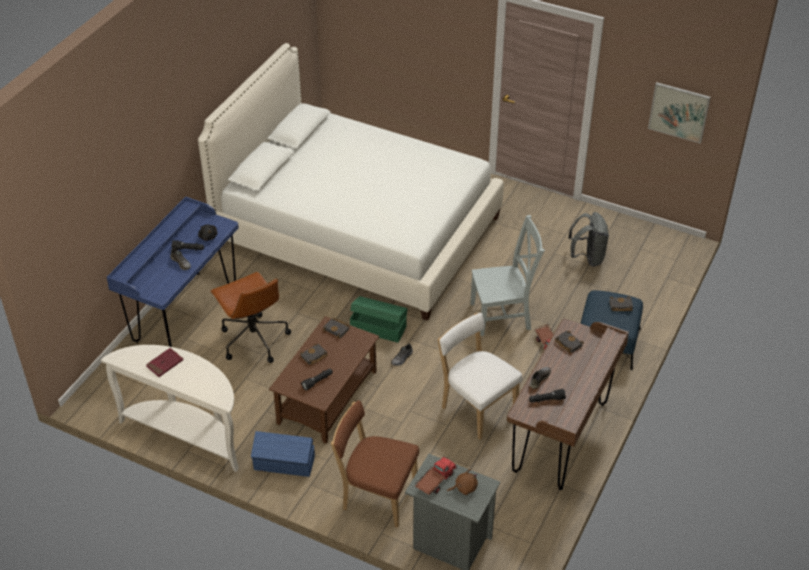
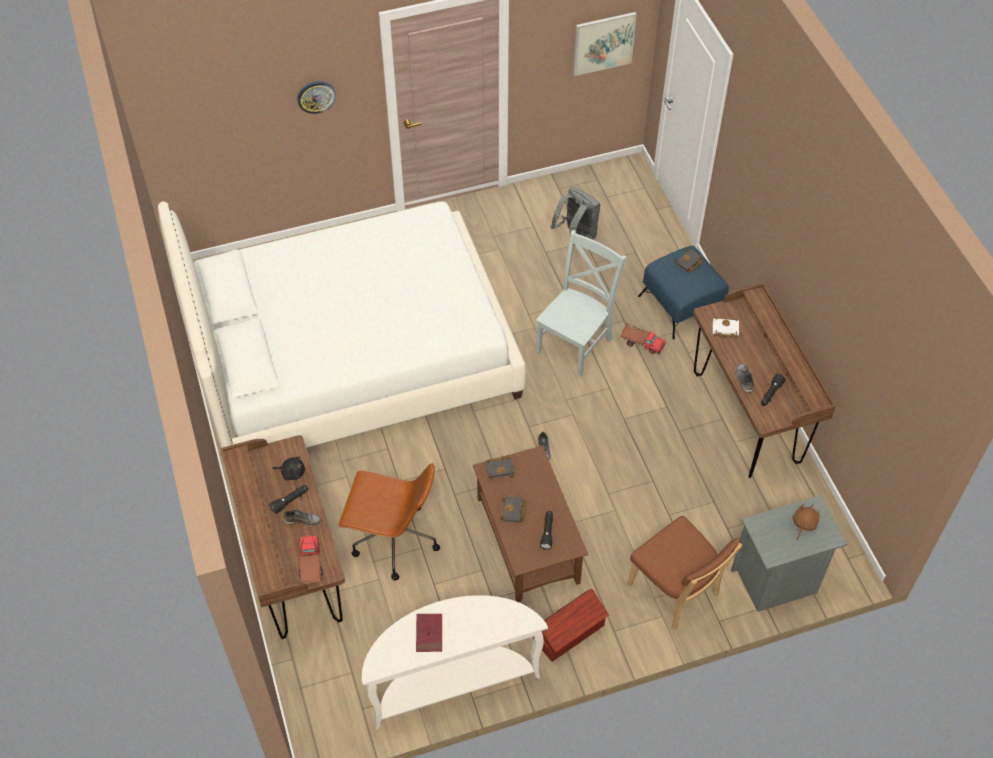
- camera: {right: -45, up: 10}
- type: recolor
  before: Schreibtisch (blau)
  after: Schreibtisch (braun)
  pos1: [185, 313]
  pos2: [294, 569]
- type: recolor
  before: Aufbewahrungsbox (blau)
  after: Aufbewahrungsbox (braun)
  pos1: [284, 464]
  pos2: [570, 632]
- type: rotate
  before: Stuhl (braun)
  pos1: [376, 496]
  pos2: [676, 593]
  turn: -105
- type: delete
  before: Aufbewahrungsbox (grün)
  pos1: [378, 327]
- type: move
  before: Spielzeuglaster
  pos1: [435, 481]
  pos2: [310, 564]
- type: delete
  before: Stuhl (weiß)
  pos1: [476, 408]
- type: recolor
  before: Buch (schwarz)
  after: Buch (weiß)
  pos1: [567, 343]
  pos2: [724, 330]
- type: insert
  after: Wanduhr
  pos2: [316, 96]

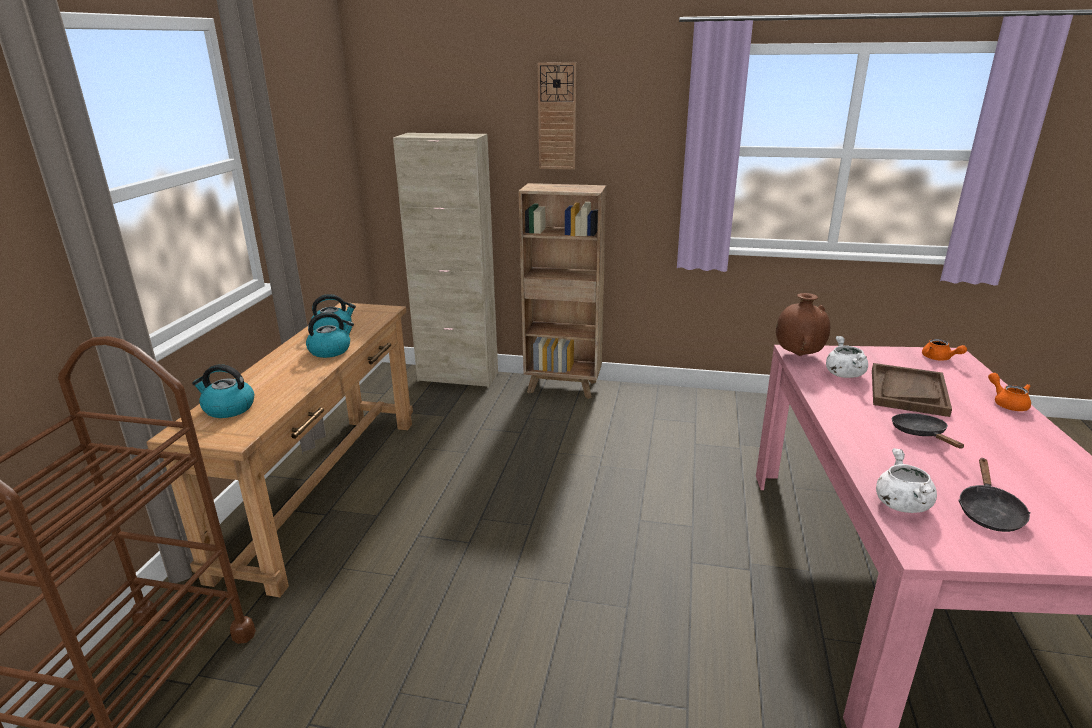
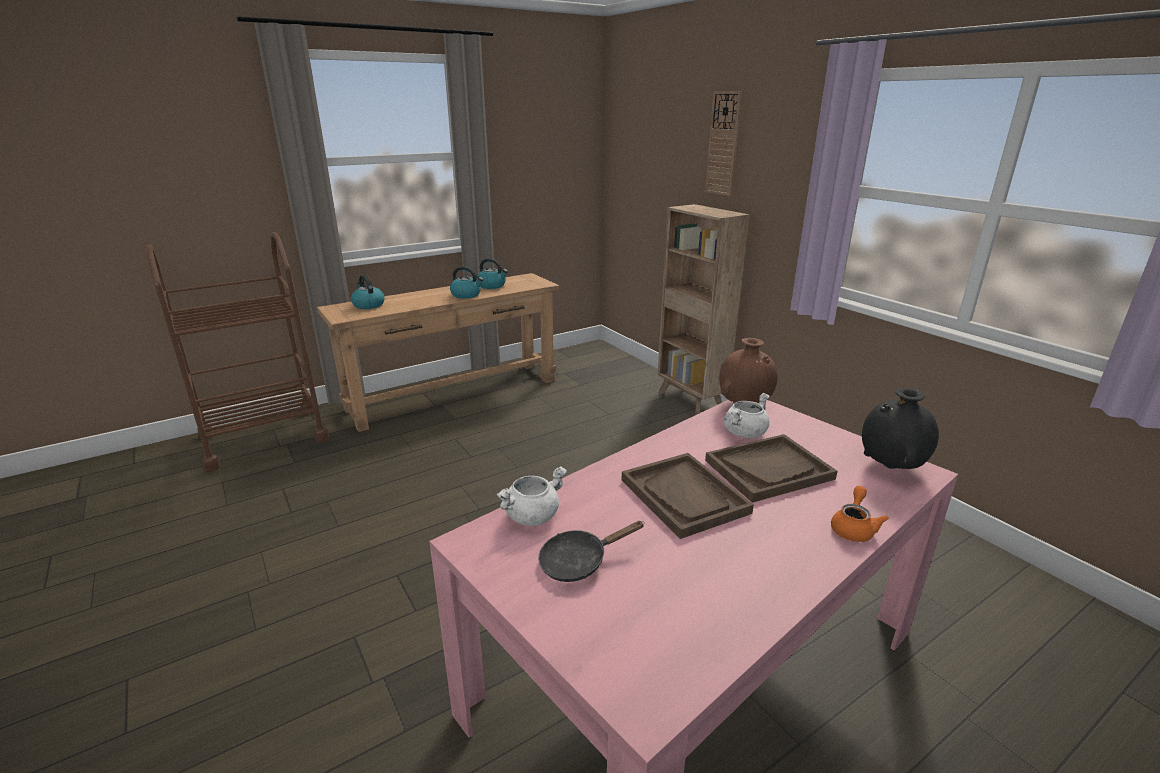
- camera: {right: 45, up: 0}
- type: delete
  before: Schrank (beige)
  pos1: [458, 377]
- type: replace
  before: Pfanne (schwarz)
  after: Tablett (braun)
  pos1: [921, 434]
  pos2: [684, 496]
- type: replace
  before: Teekanne (orange)
  after: Vase (schwarz)
  pos1: [939, 358]
  pos2: [891, 467]

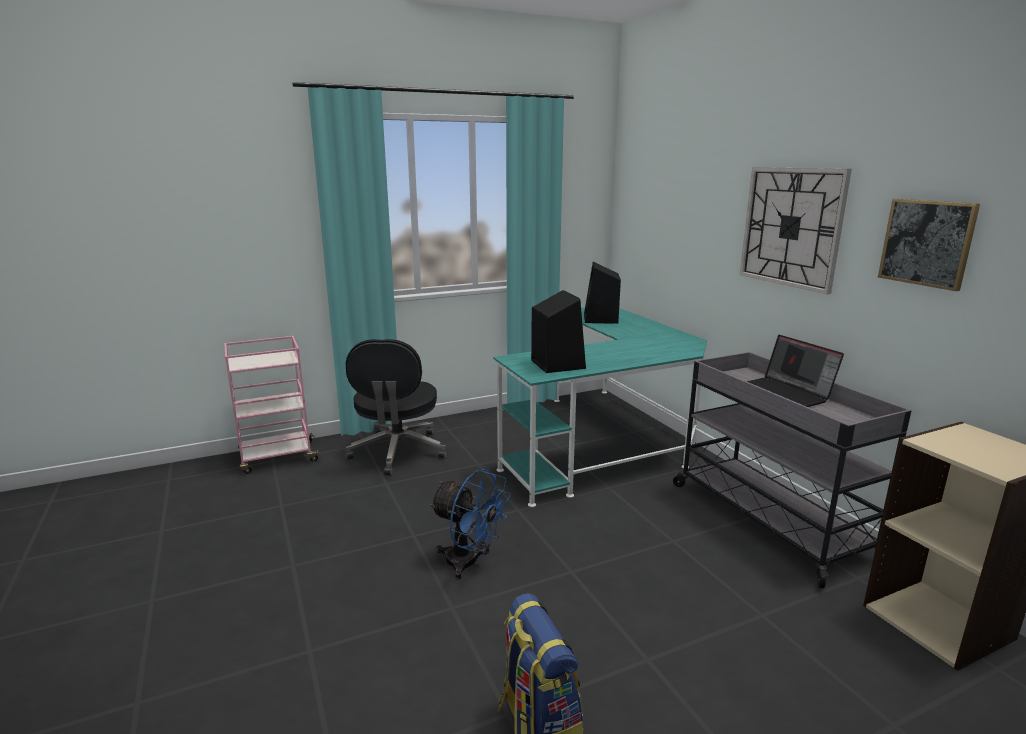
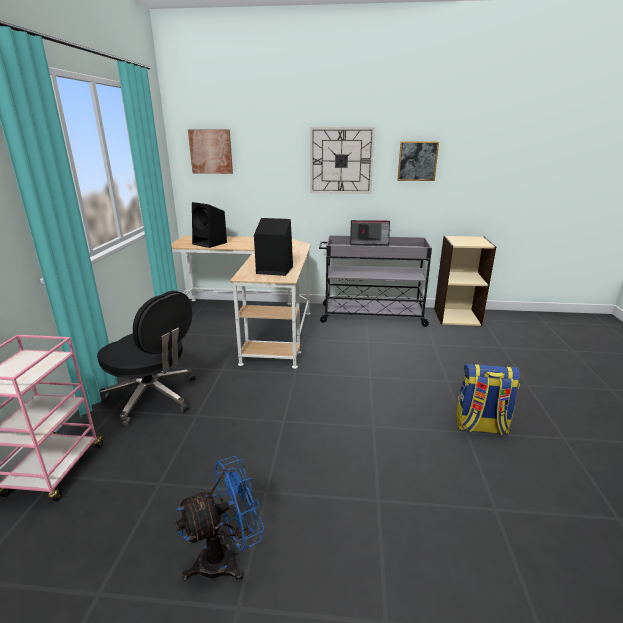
- camera: {right: -60, up: 5}
- type: move
  before: Ventilator (blau)
  pos1: [469, 563]
  pos2: [226, 558]
- type: recolor
  before: Schreibtisch (türkis)
  after: Schreibtisch (beige)
  pos1: [606, 442]
  pos2: [255, 322]
- type: insert
  after: Bild
  pos2: [211, 151]

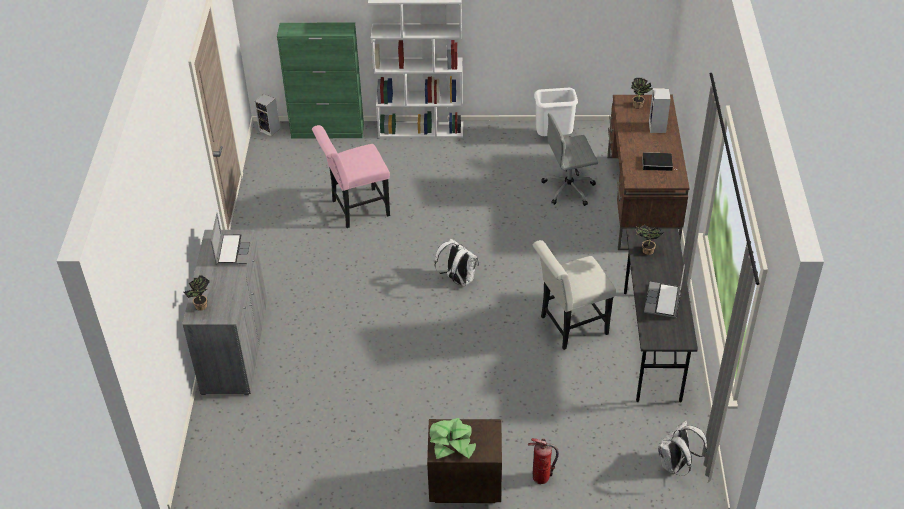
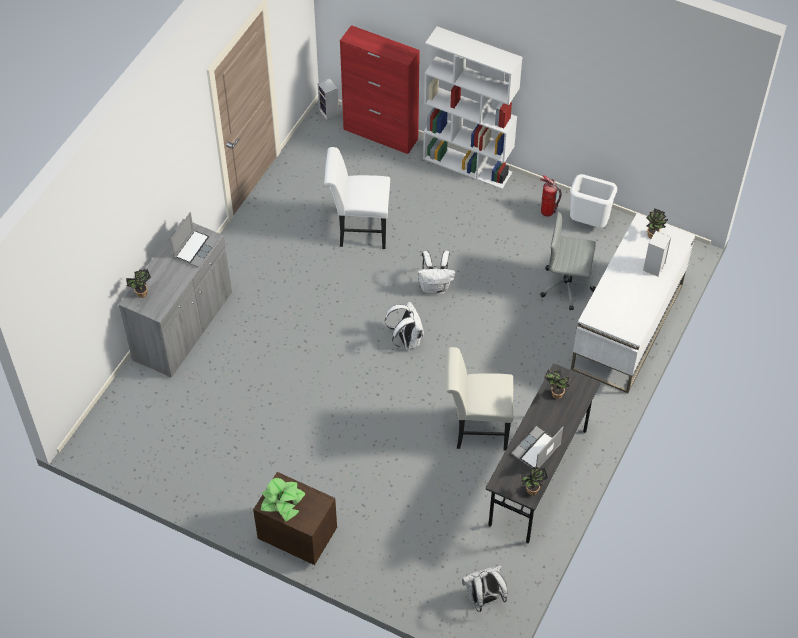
- camera: {right: 25, up: 10}
- type: recolor
  before: Schrank (grün)
  after: Schrank (rot)
  pos1: [328, 131]
  pos2: [381, 134]
- type: recolor
  before: Stuhl (rosa)
  after: Stuhl (weiß)
  pos1: [356, 209]
  pos2: [359, 230]
- type: move
  before: Feuerlöscher
  pos1: [541, 477]
  pos2: [547, 211]
- type: recolor
  before: Schreibtisch (braun)
  after: Schreibtisch (weiß)
  pos1: [641, 202]
  pos2: [627, 328]
- type: delete
  before: Buch
  pos1: [658, 163]
- type: insert
  after: Rucksack (weiß)
  pos2: [435, 287]
- type: insert
  after: Topfpflanze
  pos2: [532, 492]

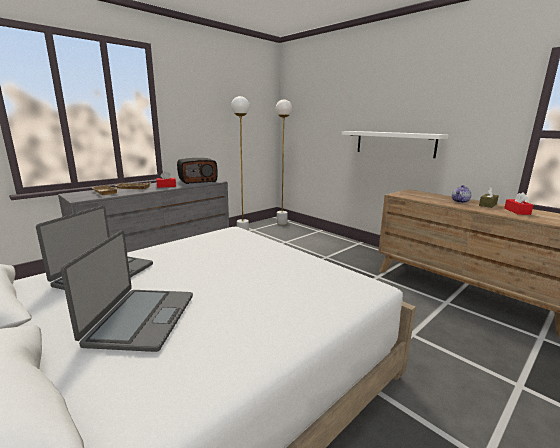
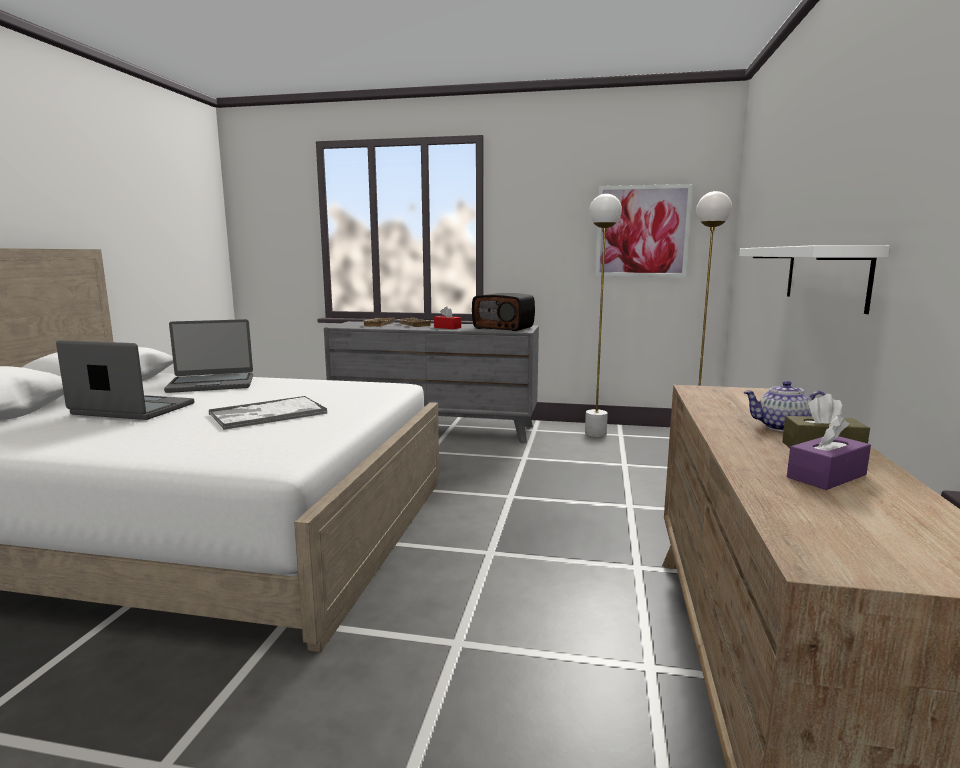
- camera: {right: 55, up: -5}
- type: rotate
  before: Laptop
  pos1: [140, 319]
  pos2: [132, 409]
  turn: -135
- type: recolor
  before: Taschentuchbox (rot)
  after: Taschentuchbox (lila)
  pos1: [517, 211]
  pos2: [826, 476]
- type: insert
  after: Tablett
  pos2: [267, 414]
- type: insert
  after: Bild
  pos2: [642, 231]

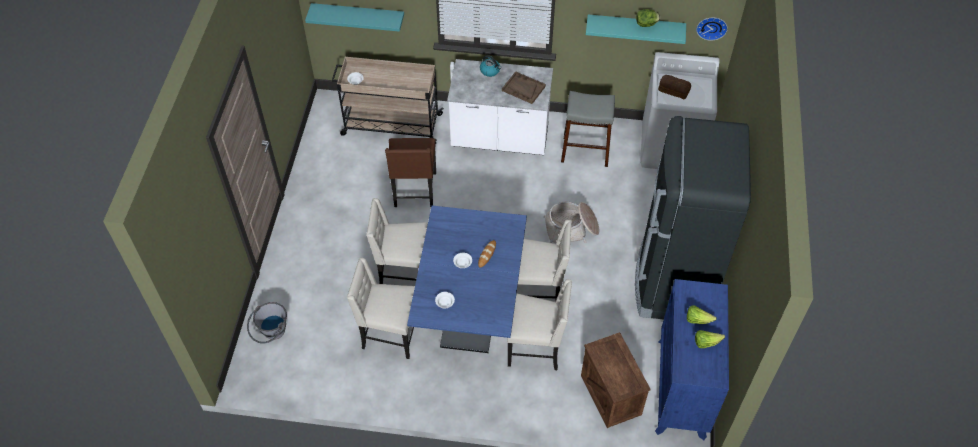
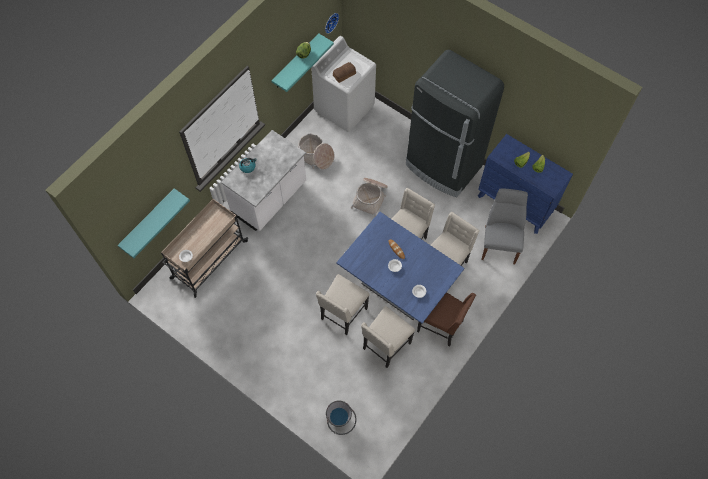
- camera: {right: -60, up: 10}
- type: move
  before: Stuhl (braun)
  pos1: [414, 191]
  pos2: [441, 326]
- type: delete
  before: Tablett (braun)
  pos1: [523, 88]
- type: replace
  before: Hocker (grau)
  after: Korb
  pos1: [585, 151]
  pos2: [315, 156]
- type: replace
  before: Kiste
  after: Stuhl (grau)
  pos1: [611, 395]
  pos2: [499, 242]

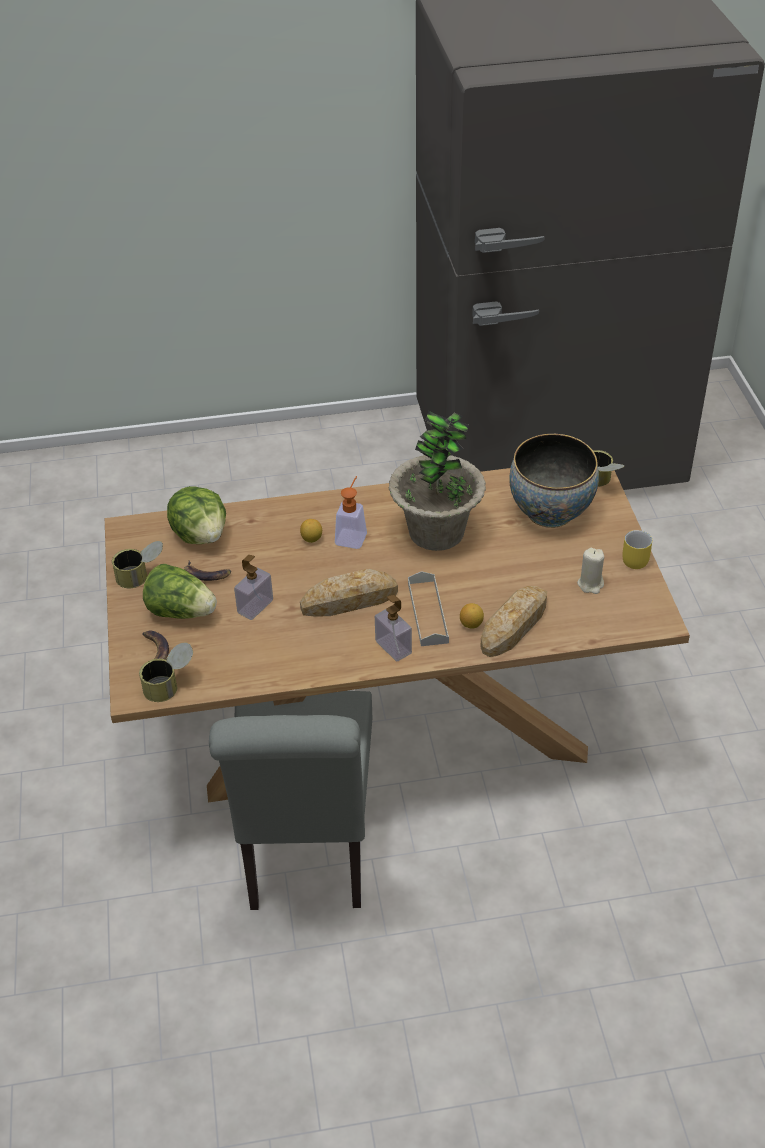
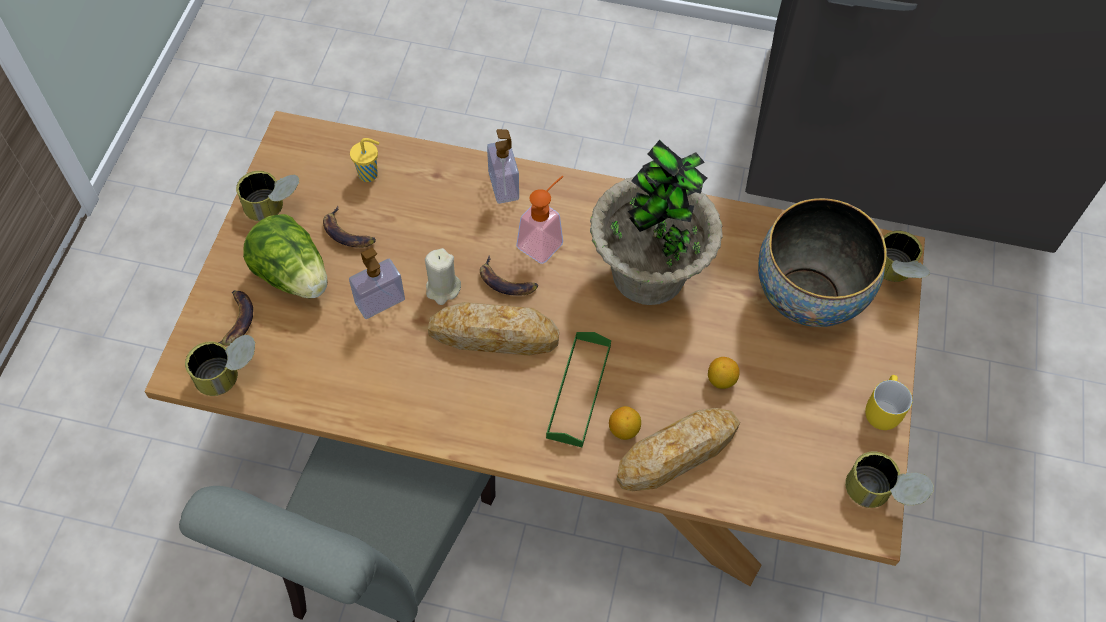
- camera: {right: 20, up: 15}
- type: replace
  before: Salatkopf
  after: Tasse (gelb)
  pos1: [201, 535]
  pos2: [369, 174]
- type: move
  before: Zitrone
  pos1: [311, 539]
  pos2: [721, 380]
- type: move
  before: Seifenspender
  pos1: [393, 647]
  pos2: [503, 186]
- type: recolor
  before: Tablett (grau)
  after: Tablett (grün)
  pos1: [427, 612]
  pos2: [579, 391]
- type: move
  before: Kerze (beige)
  pos1: [590, 584]
  pos2: [442, 289]
- type: insert
  after: Banane
  pos2: [506, 281]
- type: insert
  after: Dose
  pos2: [880, 494]

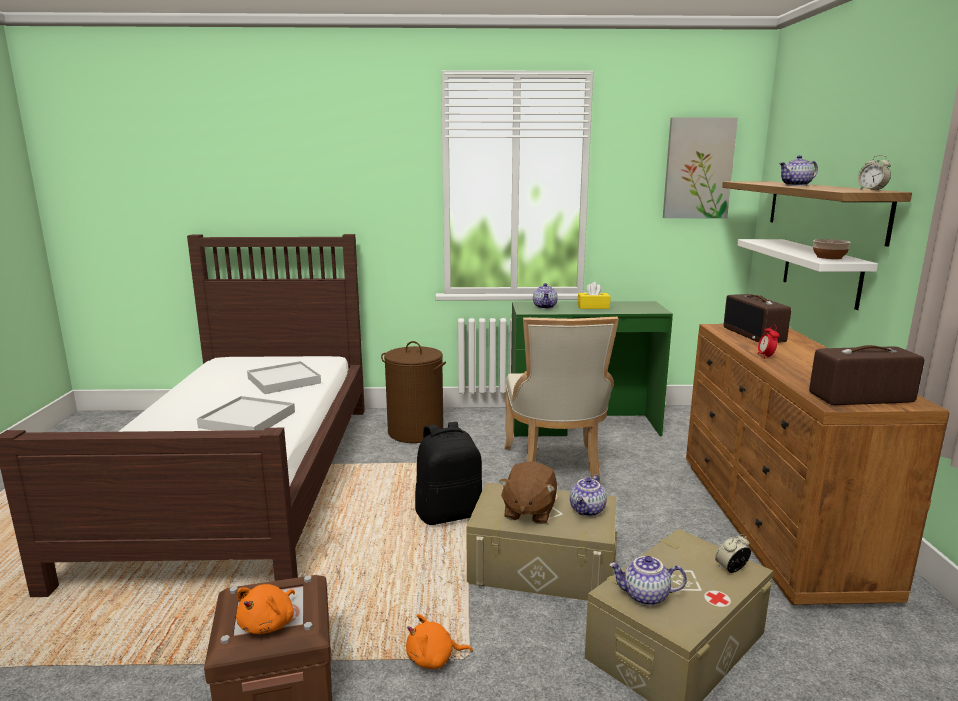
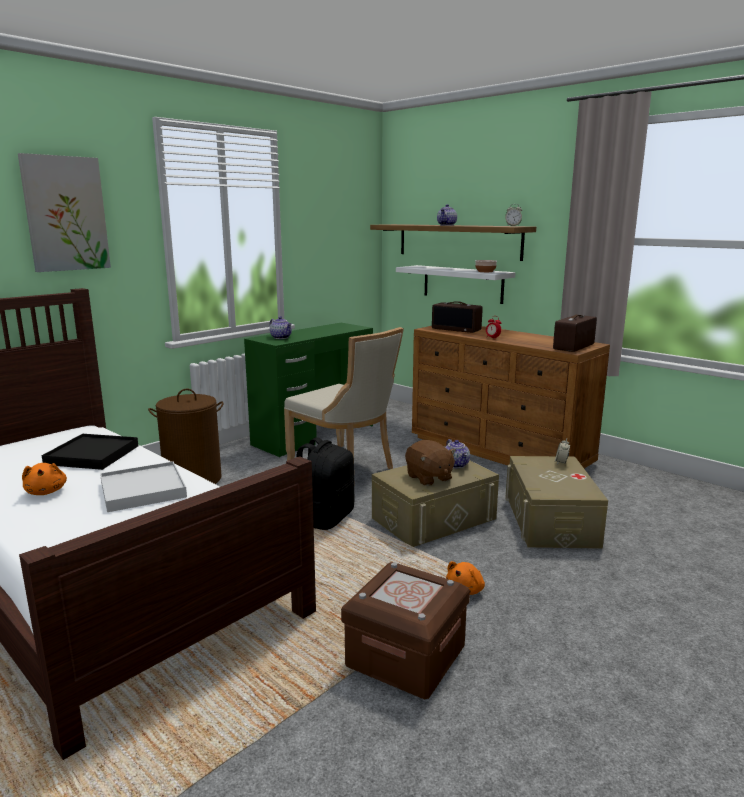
- camera: {right: -45, up: 0}
- type: move
  before: Plüschtier (orange)
  pos1: [269, 623]
  pos2: [46, 492]
- type: recolor
  before: Tablett (weiß)
  after: Tablett (schwarz)
  pos1: [284, 380]
  pos2: [92, 455]
- type: delete
  before: Taschentuchbox (gelb)
  pos1: [593, 307]
- type: delete
  before: Teekanne
  pos1: [645, 596]
- type: move
  before: Bild
  pos1: [698, 168]
  pos2: [65, 214]

